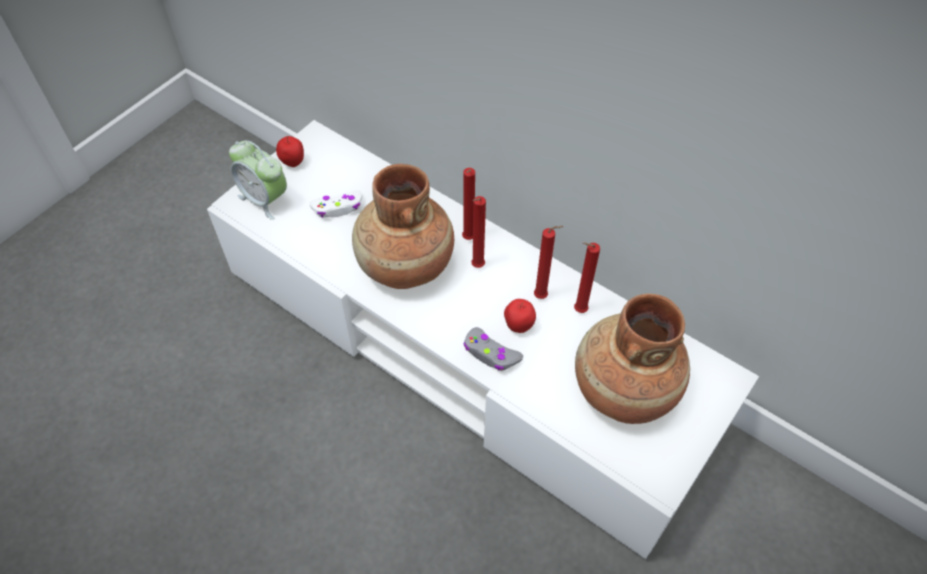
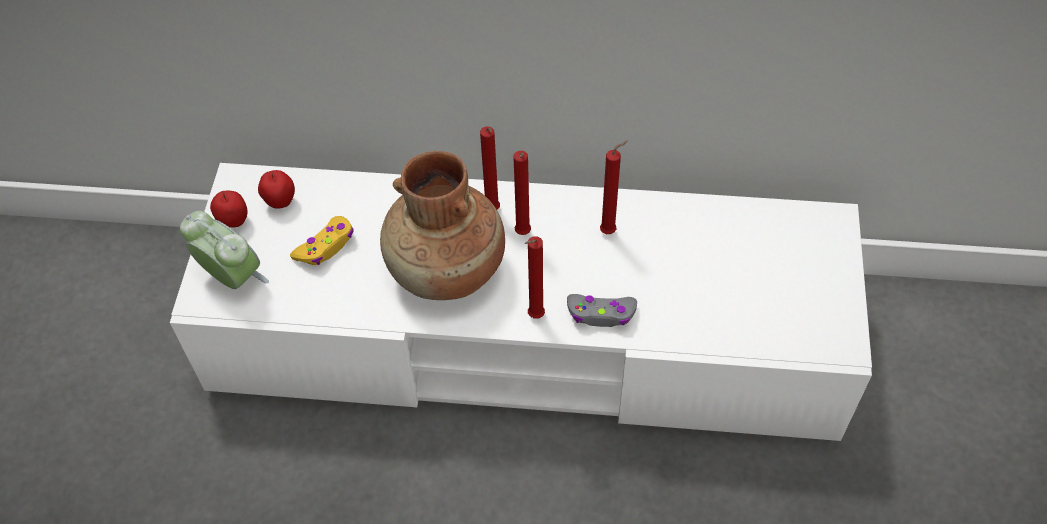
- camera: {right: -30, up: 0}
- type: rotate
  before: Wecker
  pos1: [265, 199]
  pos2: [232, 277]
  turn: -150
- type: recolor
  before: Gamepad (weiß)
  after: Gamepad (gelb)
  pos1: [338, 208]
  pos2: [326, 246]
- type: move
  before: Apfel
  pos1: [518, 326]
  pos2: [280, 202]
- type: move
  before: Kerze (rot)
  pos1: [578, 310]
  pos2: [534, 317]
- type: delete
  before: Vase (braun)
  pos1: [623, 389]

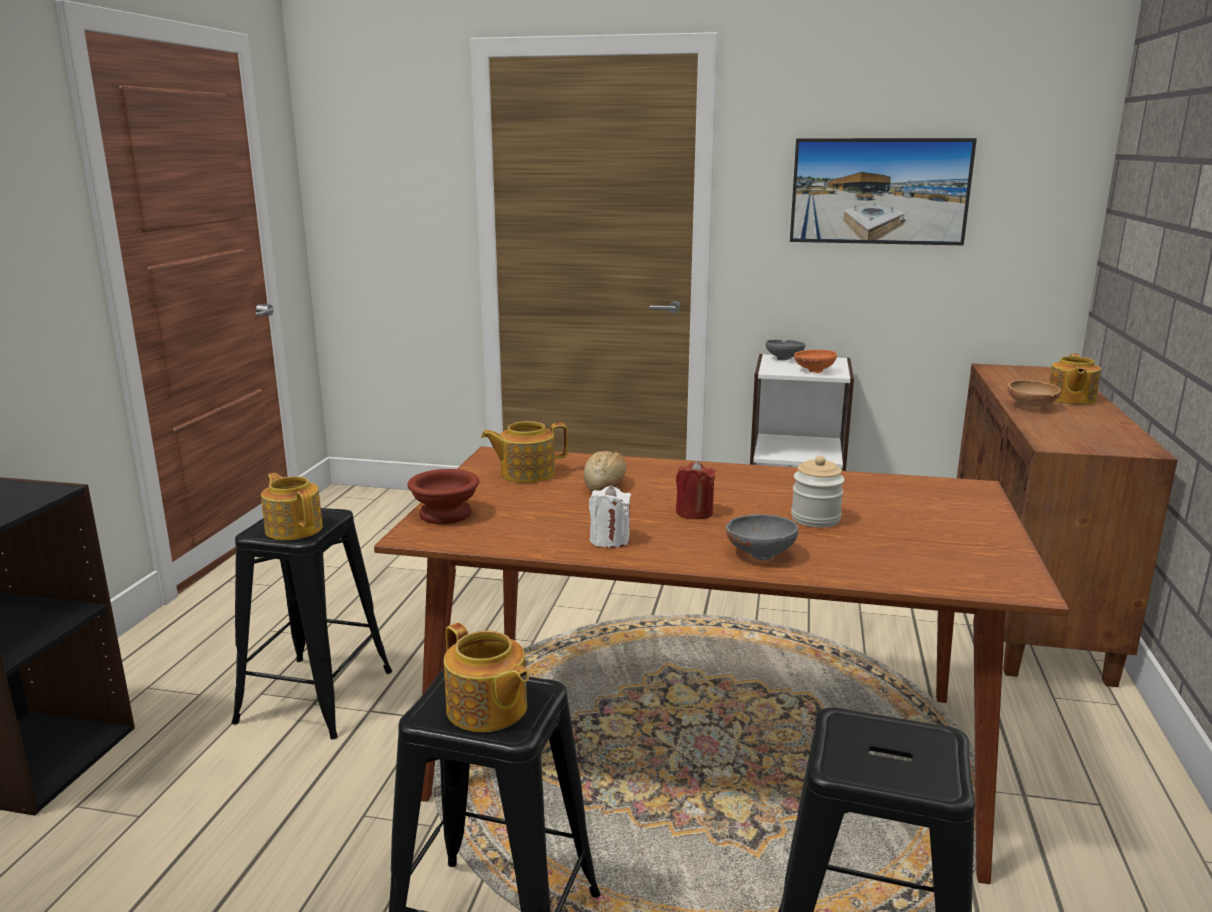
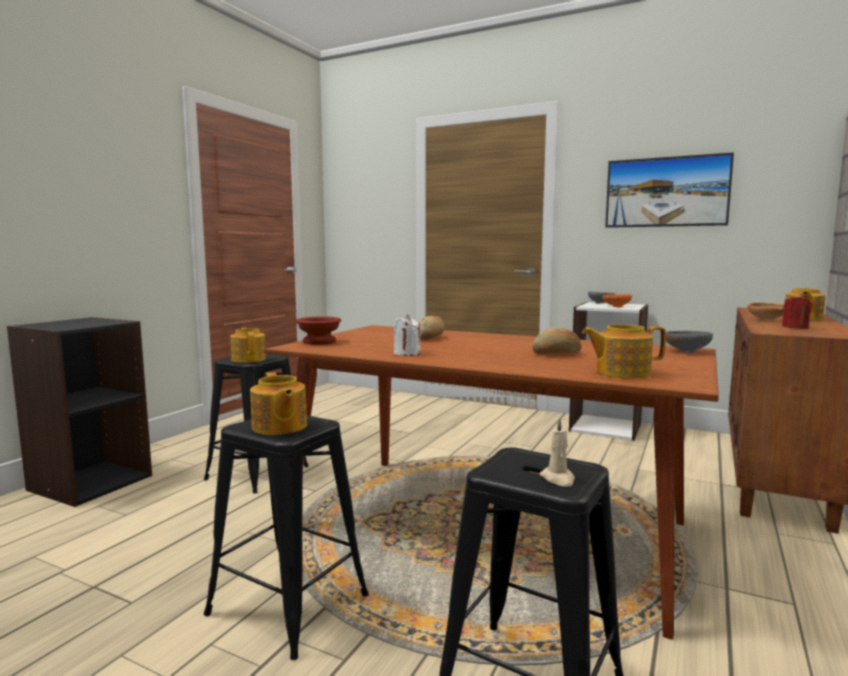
- camera: {right: 15, up: -10}
- type: move
  before: Teekanne
  pos1: [526, 473]
  pos2: [621, 373]
- type: move
  before: Kerze (rot)
  pos1: [694, 512]
  pos2: [795, 327]
- type: move
  before: Schüssel (grau)
  pos1: [759, 553]
  pos2: [686, 351]
- type: replace
  before: Vorratsglas
  after: Brot
  pos1: [815, 519]
  pos2: [557, 354]
- type: insert
  after: Kerze (beige)
  pos2: [558, 479]

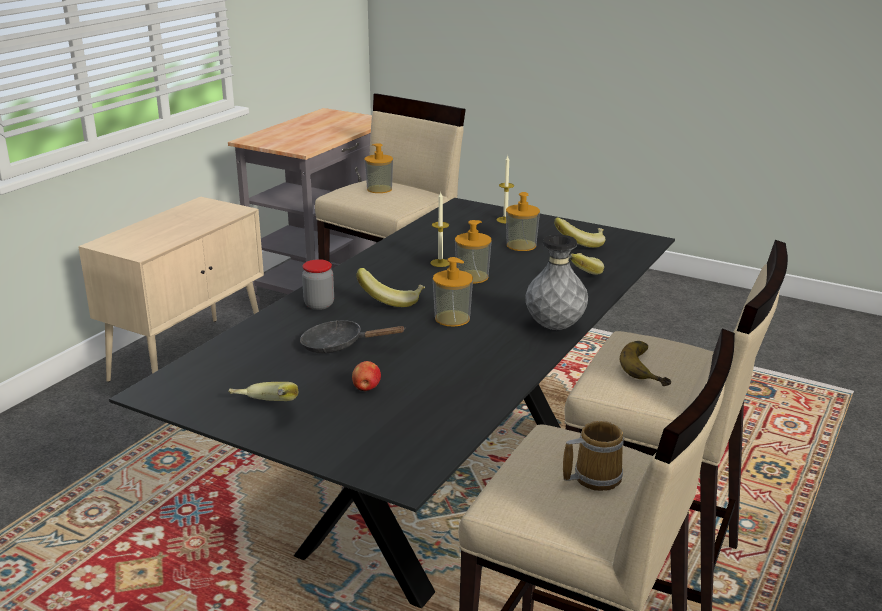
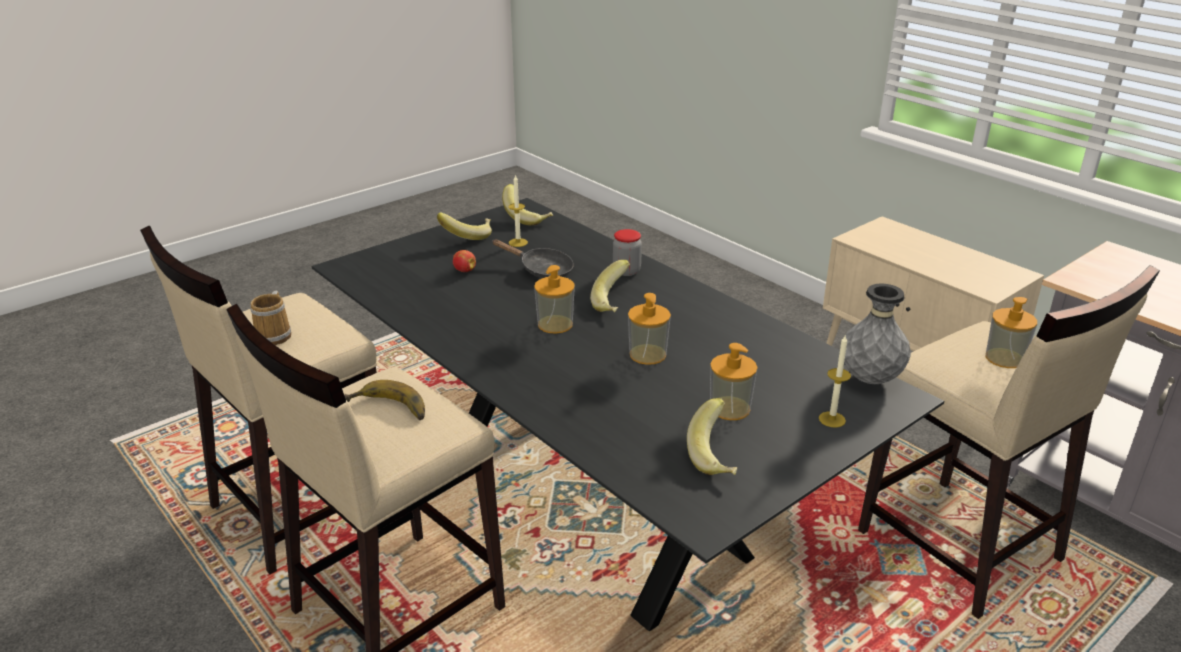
- camera: {right: 110, up: 5}
- type: rotate
  before: Pfanne (schwarz)
  pos1: [339, 345]
  pos2: [541, 269]
  turn: 90
- type: move
  before: Kerze
  pos1: [440, 263]
  pos2: [518, 242]
- type: move
  before: Vase (grau)
  pos1: [555, 327]
  pos2: [870, 379]
- type: move
  before: Banane
  pos1: [580, 274]
  pos2: [527, 218]

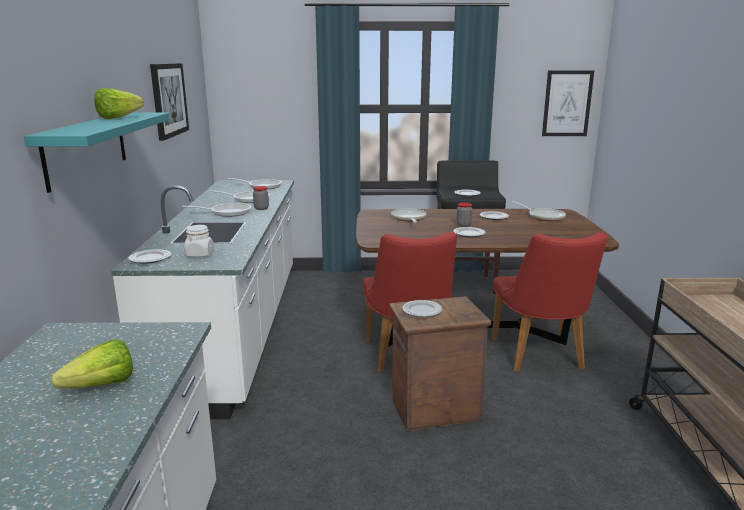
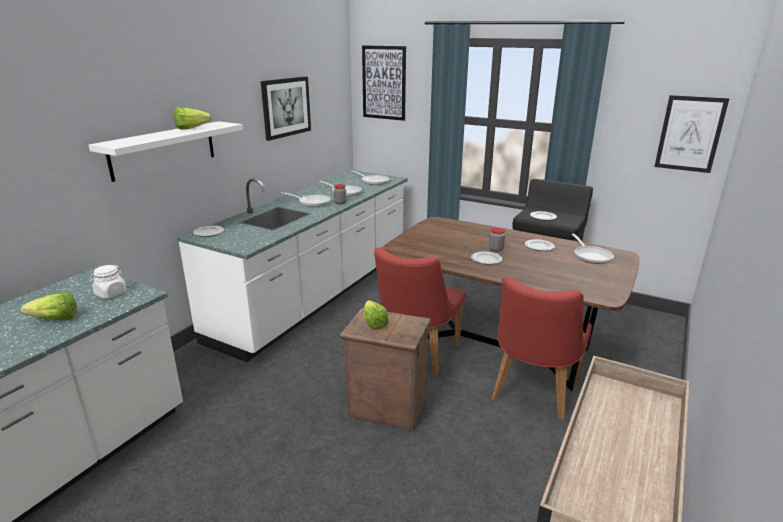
- camera: {right: 30, up: 5}
- type: recolor
  before: Wandregal (türkis)
  after: Wandregal (weiß)
  pos1: [87, 148]
  pos2: [164, 150]
- type: move
  before: Vorratsglas (weiß)
  pos1: [199, 254]
  pos2: [110, 294]
- type: delete
  before: Pfanne
  pos1: [408, 219]
- type: replace
  before: Teller
  after: Salatkopf
  pos1: [422, 311]
  pos2: [374, 322]
- type: insert
  after: Bild
  pos2: [384, 83]

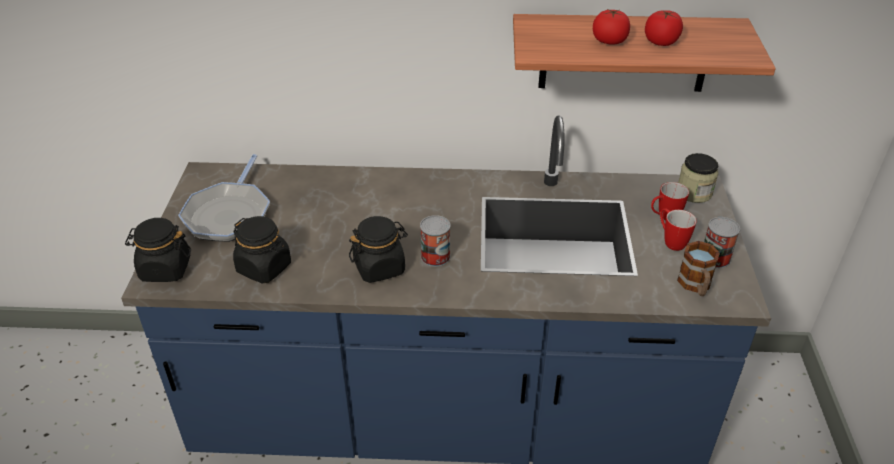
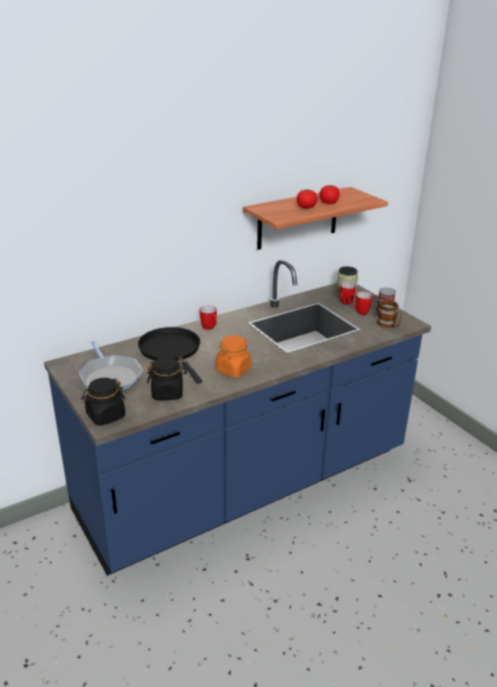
- camera: {right: -35, up: -10}
- type: recolor
  before: Vorratsglas (schwarz)
  after: Vorratsglas (orange)
  pos1: [379, 267]
  pos2: [233, 370]
- type: delete
  before: Dose
  pos1: [435, 256]
- type: insert
  after: Pfanne (schwarz)
  pos2: [171, 351]
- type: insert
  after: Henkelbecher
  pos2: [210, 328]

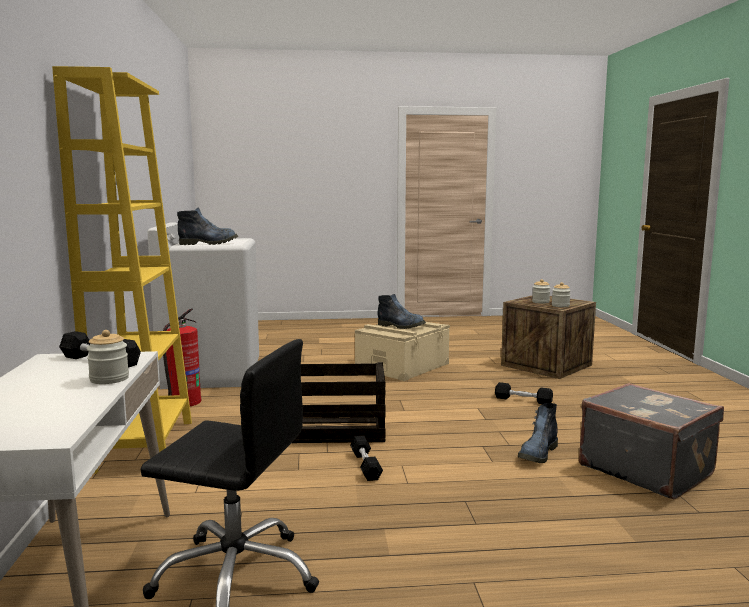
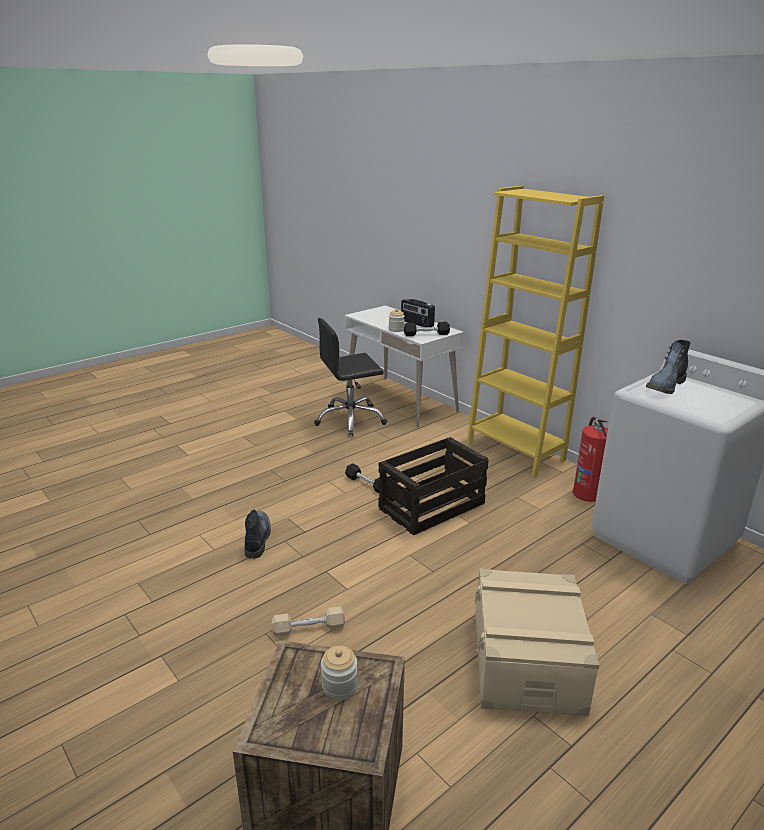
- camera: {right: 145, up: 15}
- type: delete
  before: Stiefel
  pos1: [402, 326]
- type: recolor
  before: Hantel (schwarz)
  after: Hantel (beige)
  pos1: [523, 400]
  pos2: [309, 628]
- type: delete
  before: Vorratsglas
  pos1: [560, 306]
- type: delete
  before: Koffer (grau)
  pos1: [646, 469]
- type: insert
  after: Radio
  pos2: [417, 323]

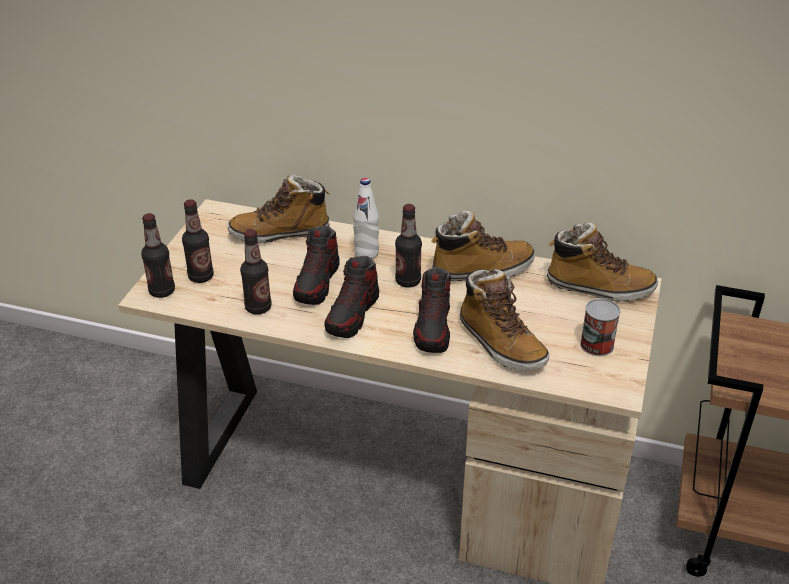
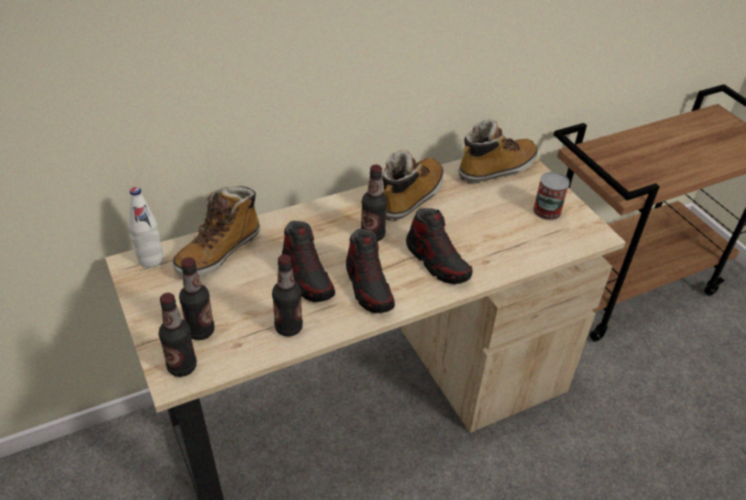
- camera: {right: -45, up: 5}
- type: move
  before: Flasche (weiß)
  pos1: [366, 253]
  pos2: [151, 259]
- type: delete
  before: Stiefel
  pos1: [500, 344]

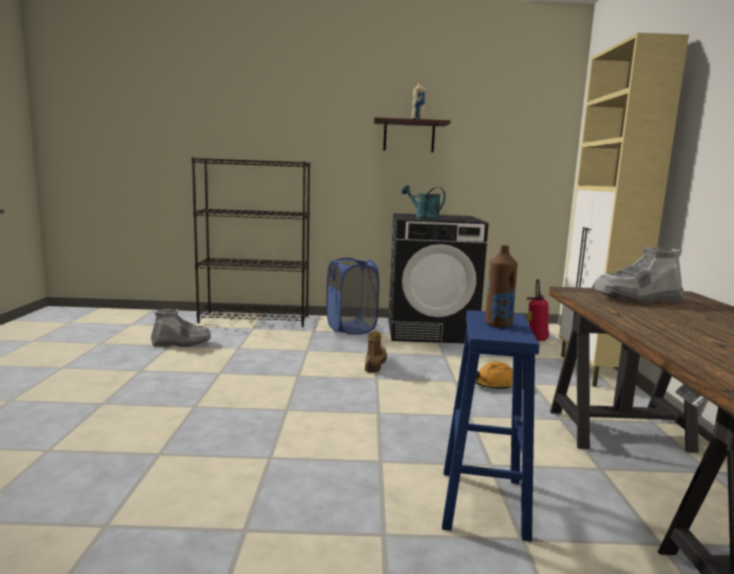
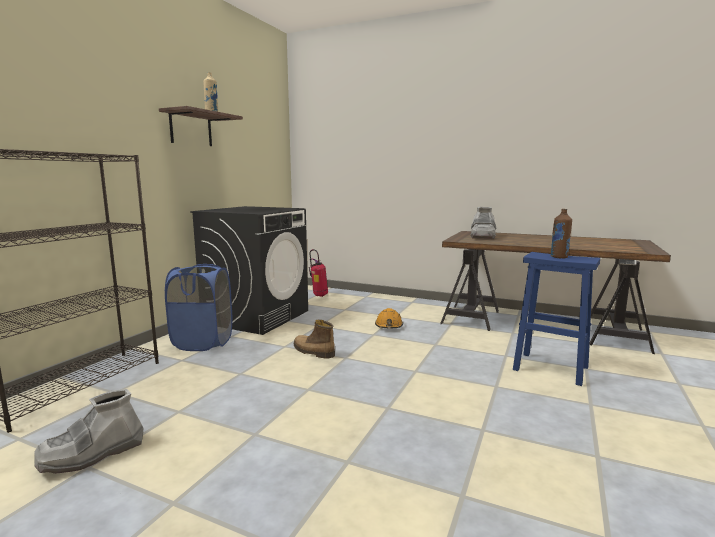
- camera: {right: -65, up: 0}
- type: rotate
  before: Stiefel (grau)
  pos1: [182, 343]
  pos2: [92, 454]
  turn: -150
- type: delete
  before: Gießkanne (türkis)
  pos1: [423, 218]
- type: delete
  before: Schrank (beige)
  pos1: [593, 371]

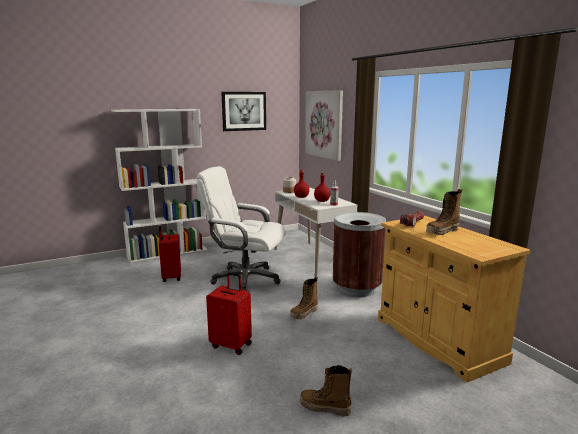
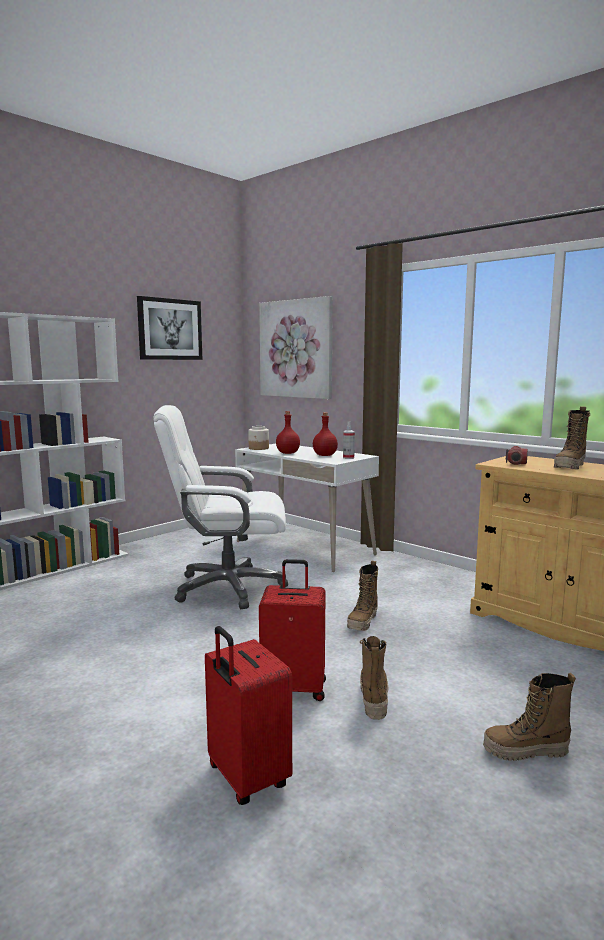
- camera: {right: -20, up: -5}
- type: move
  before: Koffer (rot)
  pos1: [171, 277]
  pos2: [246, 778]
- type: delete
  before: Mülleimer (braun)
  pos1: [356, 288]
- type: insert
  after: Stiefel
  pos2: [373, 697]

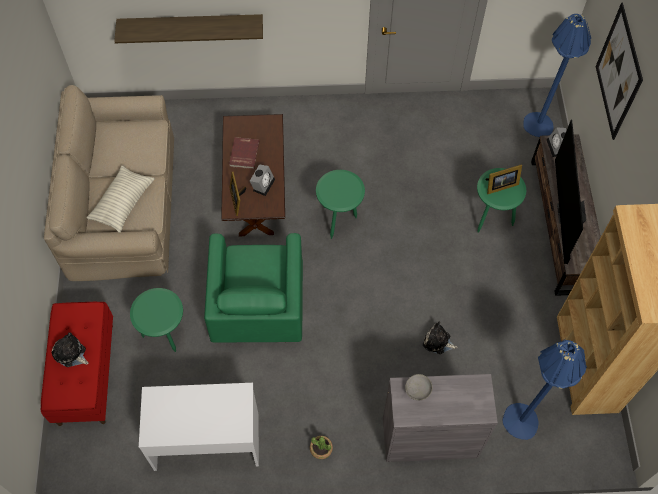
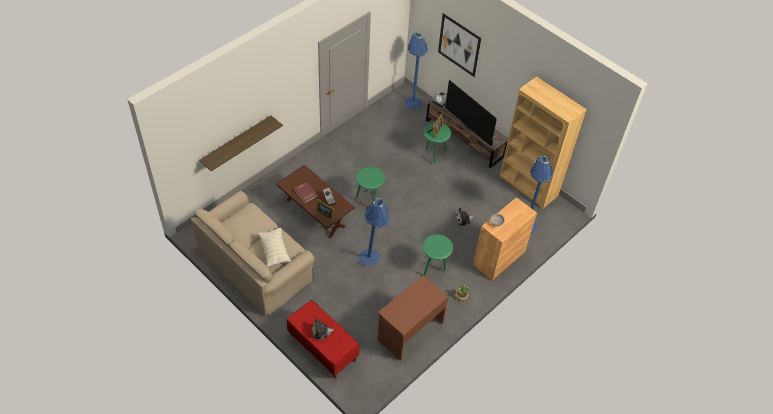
- camera: {right: -45, up: -10}
- type: move
  before: Beistelltisch (grün)
  pos1: [166, 337]
  pos2: [434, 268]
- type: recolor
  before: Schreibtisch (weiß)
  after: Schreibtisch (braun)
  pos1: [207, 440]
  pos2: [410, 330]
- type: replace
  before: Sessel (grün)
  after: Stehlampe (blau)
  pos1: [258, 307]
  pos2: [372, 261]
- type: recolor
  before: Schrank (grau)
  after: Schrank (braun)
  pos1: [430, 437]
  pos2: [499, 258]

